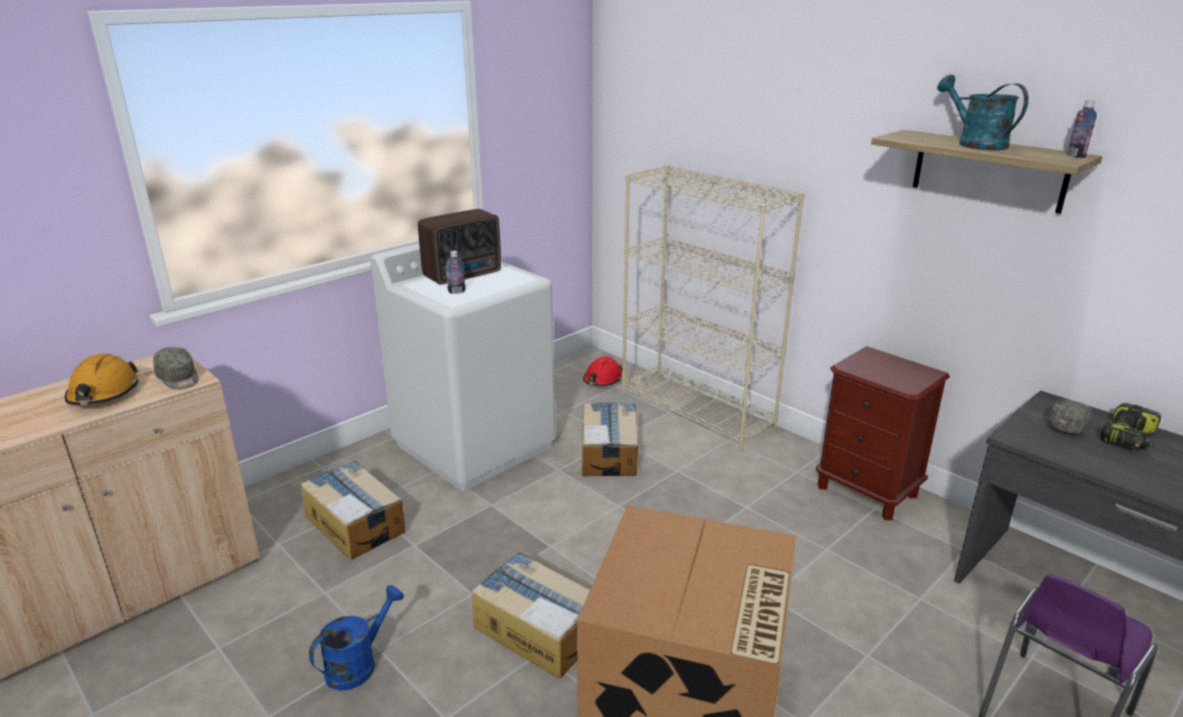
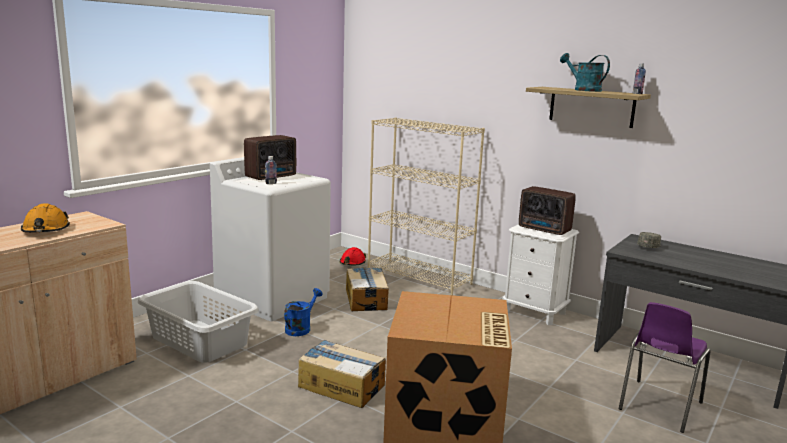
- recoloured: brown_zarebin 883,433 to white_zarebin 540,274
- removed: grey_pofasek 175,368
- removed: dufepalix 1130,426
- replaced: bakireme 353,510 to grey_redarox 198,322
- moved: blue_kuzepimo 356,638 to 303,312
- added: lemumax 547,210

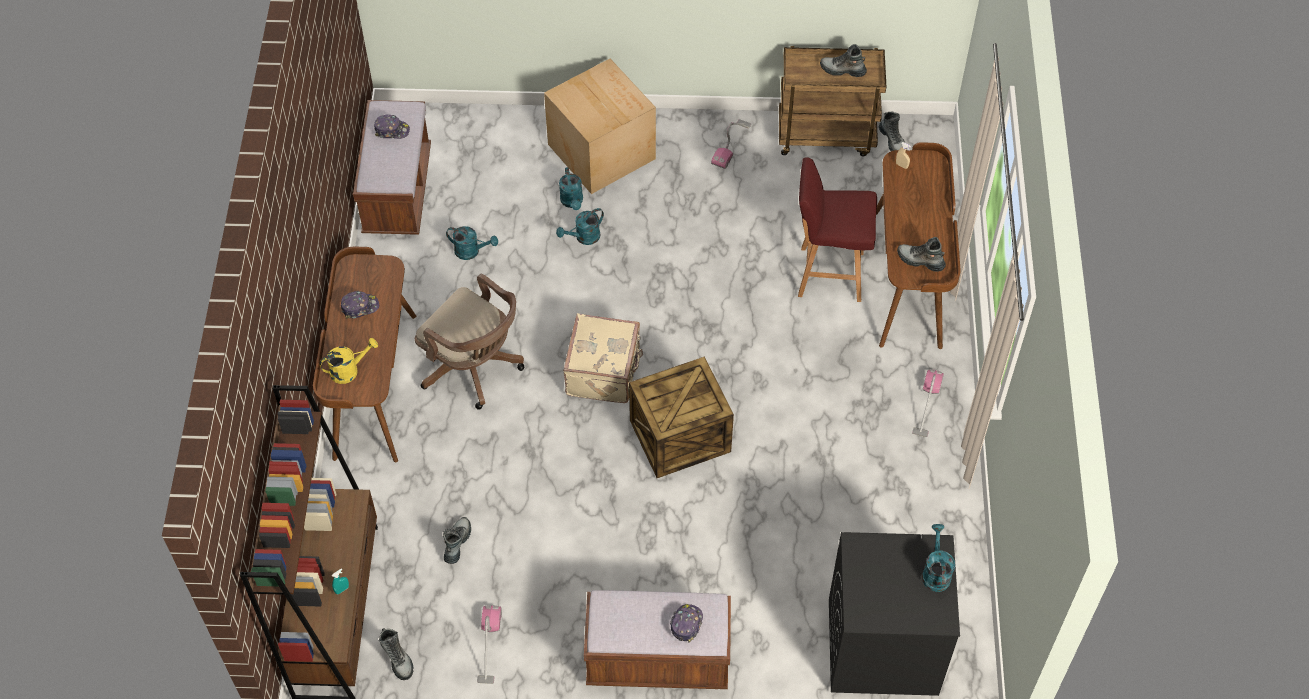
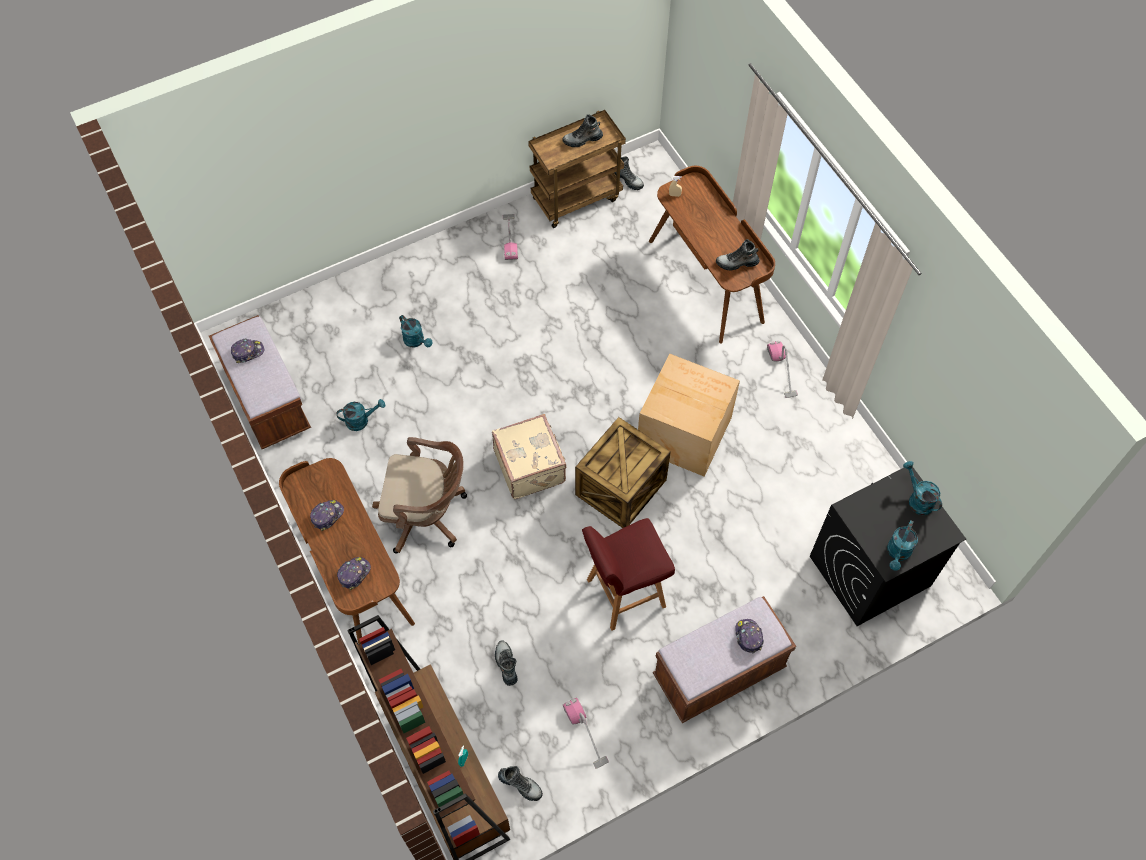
- moved: bakireme 600,126 to 689,415
- moved: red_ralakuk 837,229 to 628,574
- moved: turquoise_kuzepimo 580,226 to 902,545
- replaced: yellow_kuzepimo 349,361 to pofasek 354,573

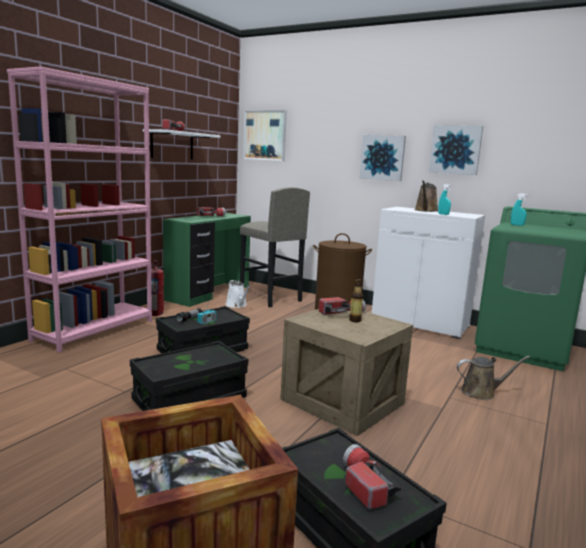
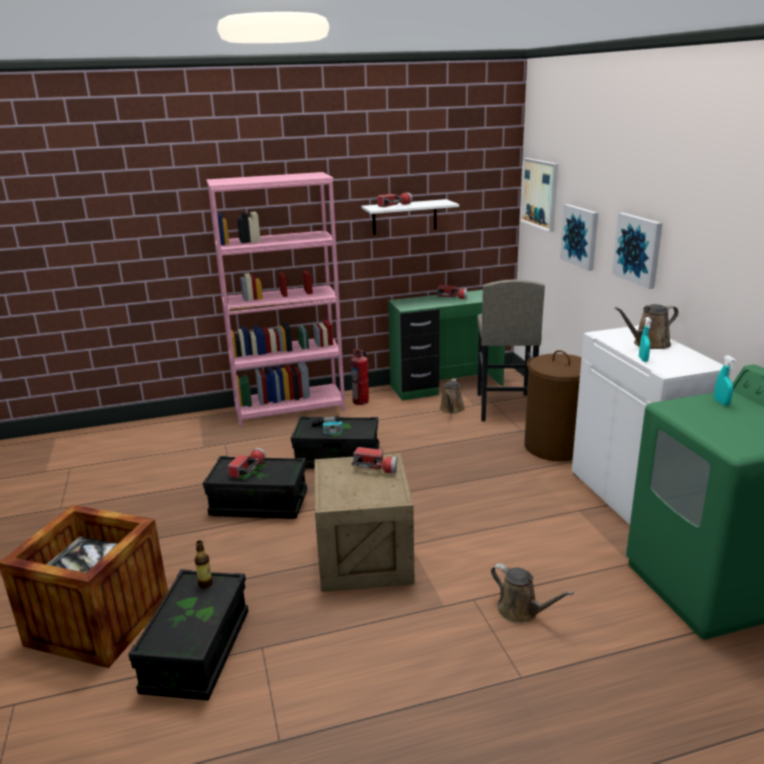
- moved: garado 456,150 to 579,237
- moved: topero 356,300 to 204,564
- recoloured: white_kuzepimo 238,294 to brown_kuzepimo 452,396
- moved: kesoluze 372,477 to 247,463

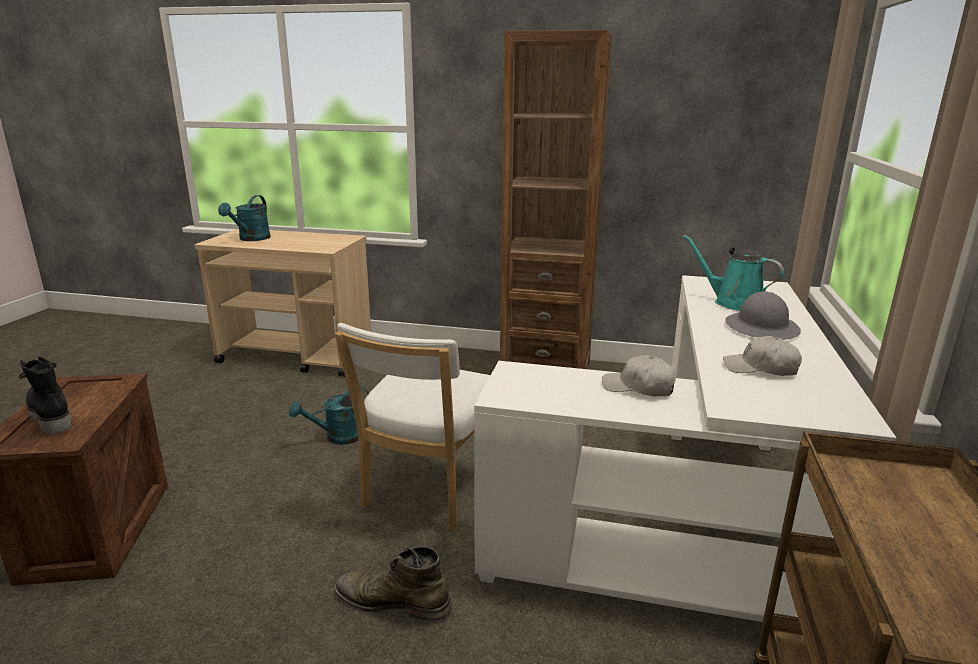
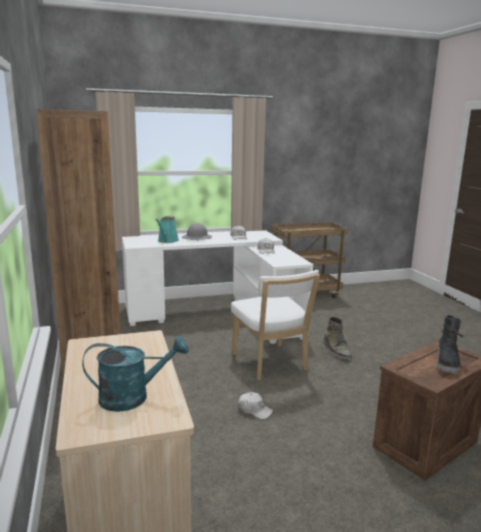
- turned: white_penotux 413,426 = 275,325 75 degrees clockwise
- replaced: turquoise_kuzepimo 329,416 to white_pofasek 255,405

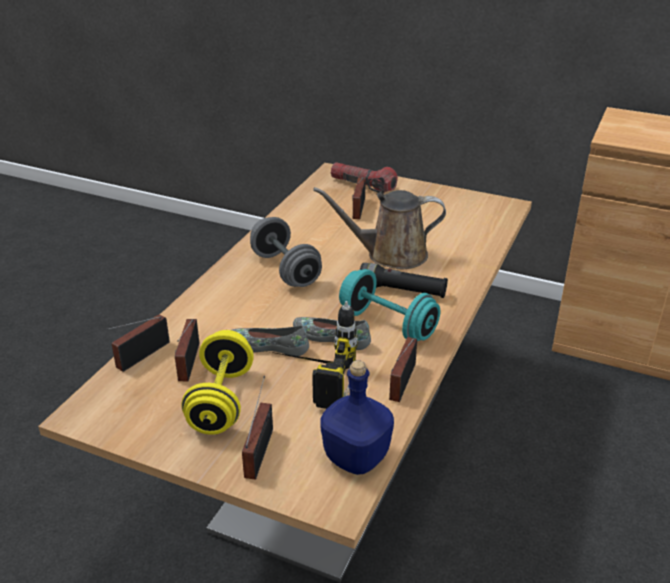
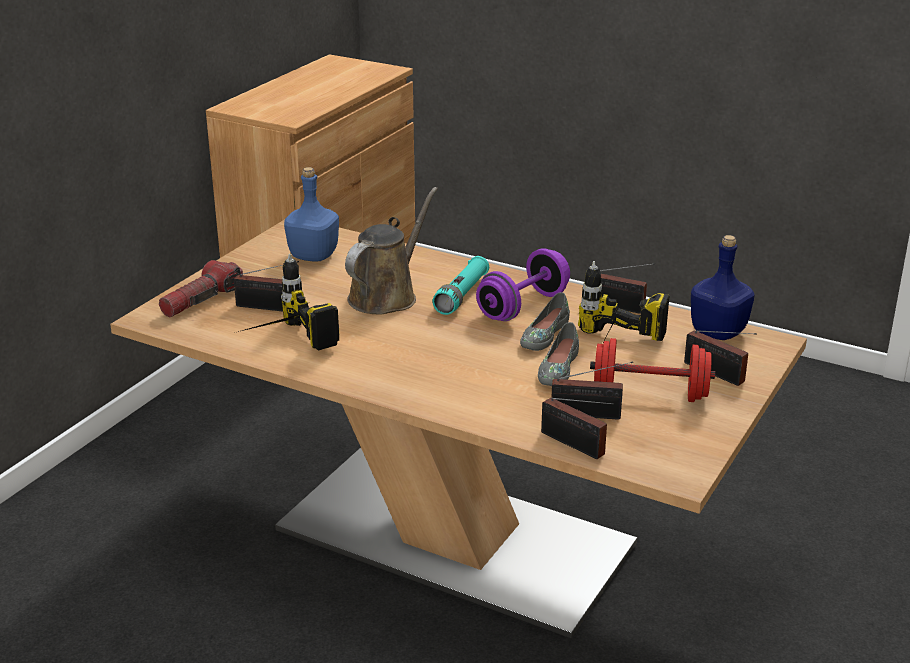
- turned: brown_kuzepimo 379,228 = 391,251 150 degrees counterclockwise
- removed: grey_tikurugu 286,252
- recoloured: black_kesoluze 404,280 to turquoise_kesoluze 460,285
- recoloured: turquoise_tikurugu 389,305 to purple_tikurugu 523,284
- recoloured: yellow_tikurugu 218,382 to red_tikurugu 652,370
- turned: lemumax 257,428 = 720,358 150 degrees counterclockwise
- added: blue_topero 311,214
- added: dufepalix 288,302

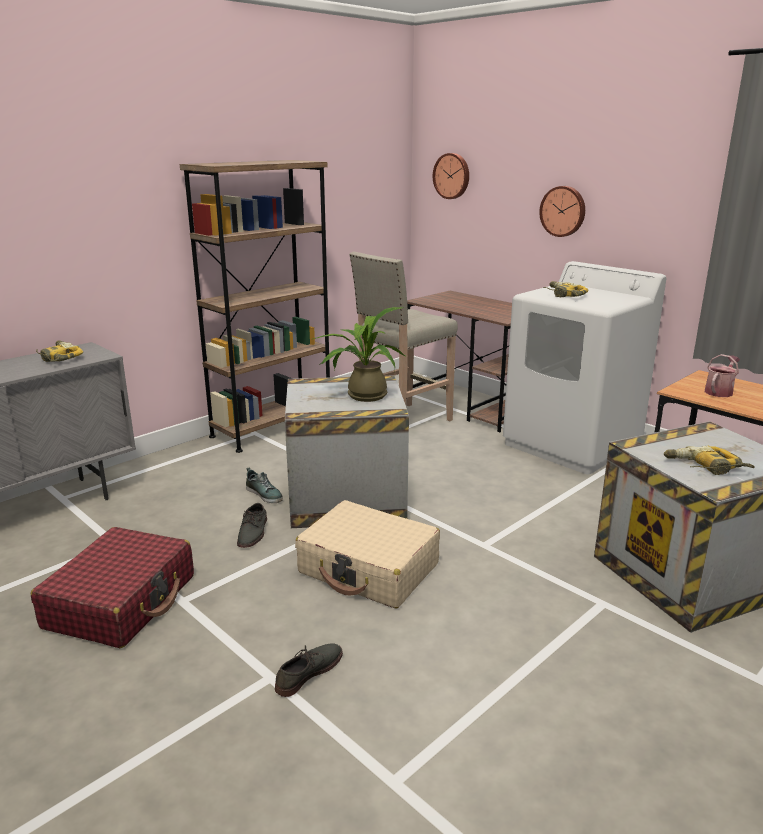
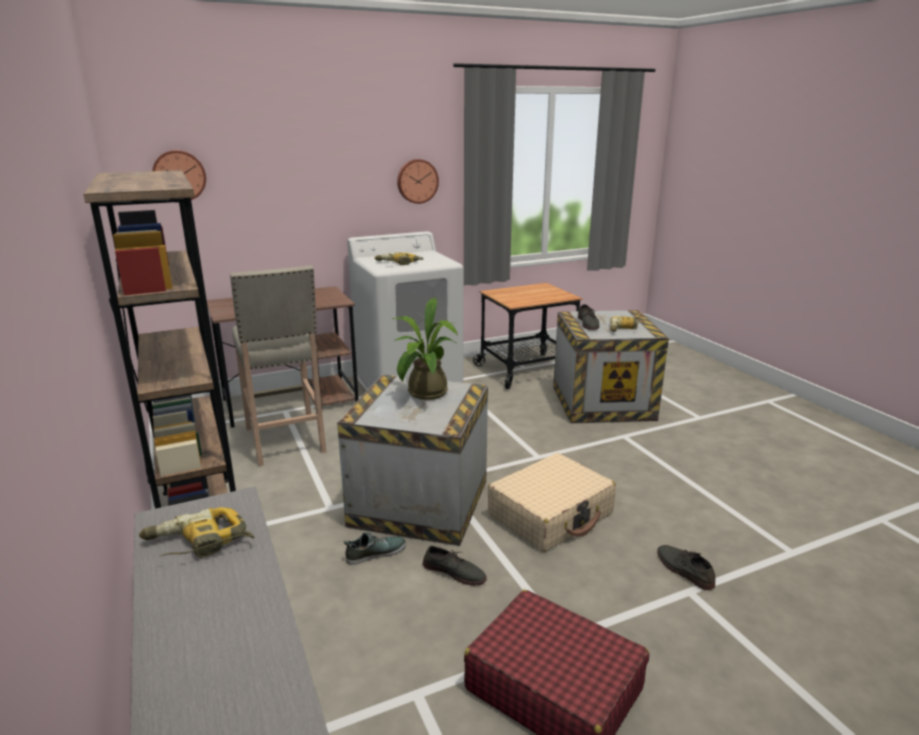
- moved: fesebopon 562,211 to 418,181
- removed: kuzepimo 722,375
- added: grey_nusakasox 588,317

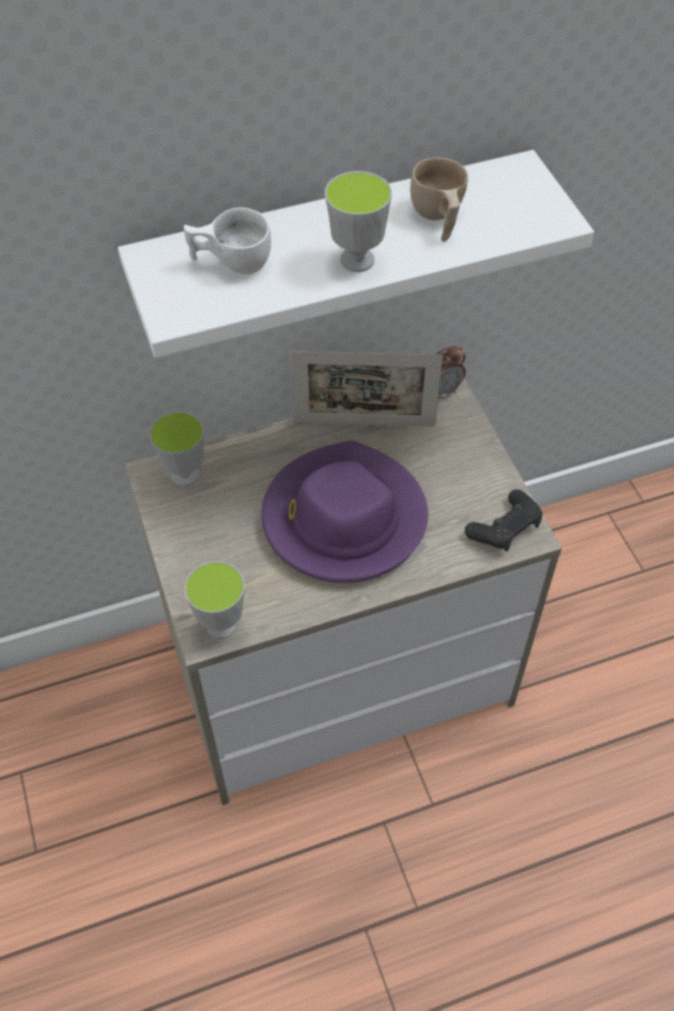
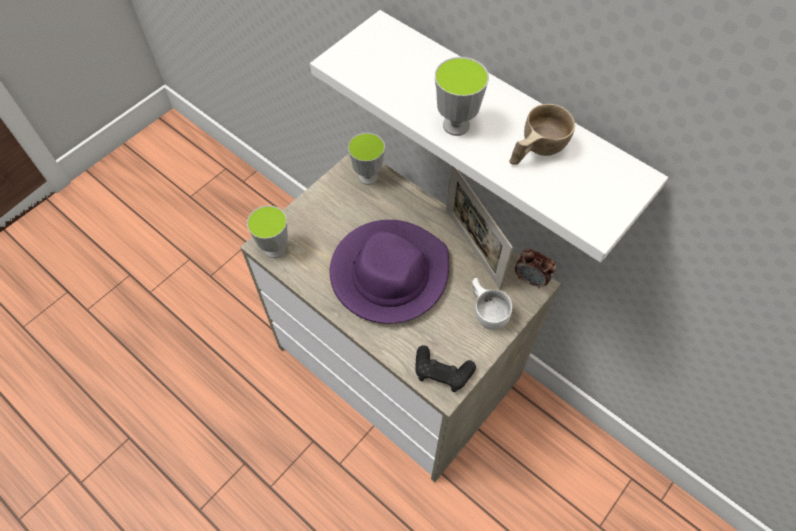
- moved: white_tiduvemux 227,240 to 492,304

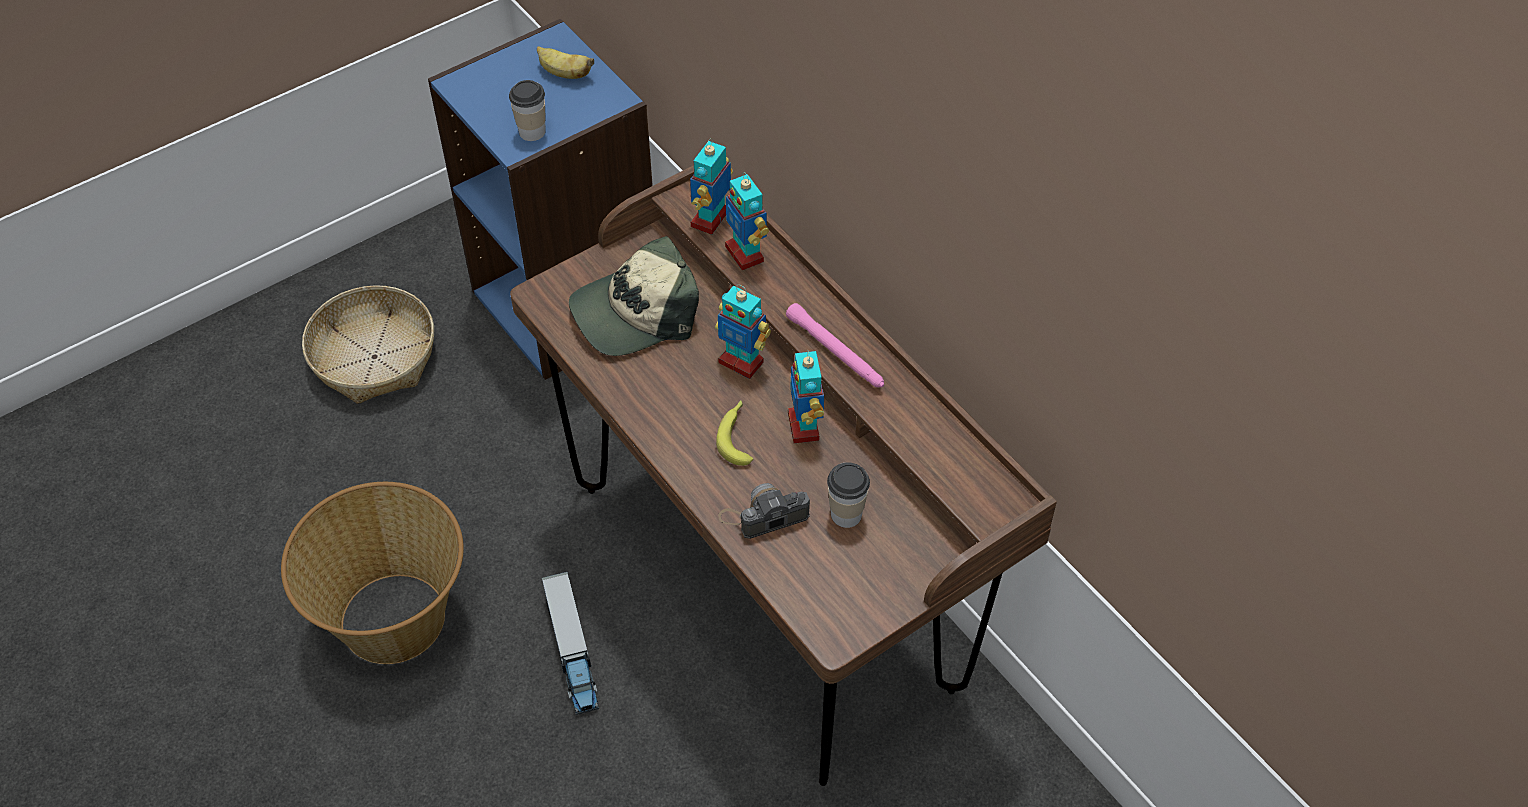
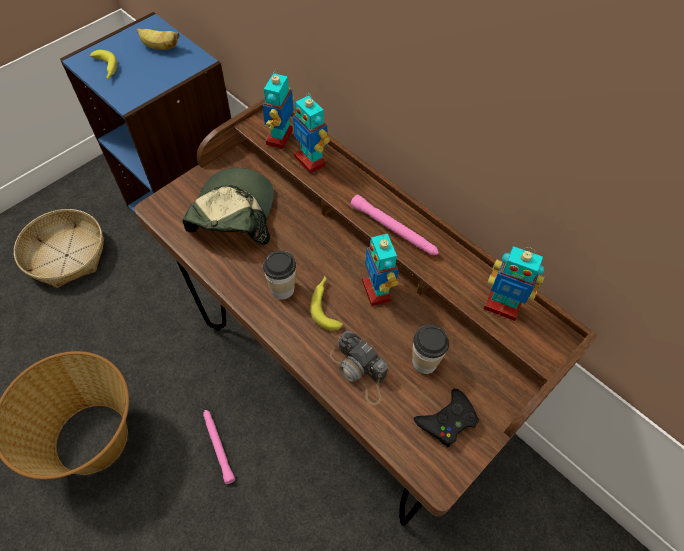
- moved: tiduvemux 527,110 to 279,275
- turned: pofasek 634,296 = 228,206 135 degrees clockwise
- moved: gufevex 743,332 to 514,283
- turned: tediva 764,511 = 359,367 105 degrees counterclockwise
- replaced: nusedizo 570,643 to pink_kesoluze 219,447
- added: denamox 103,64
- added: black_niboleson 446,418

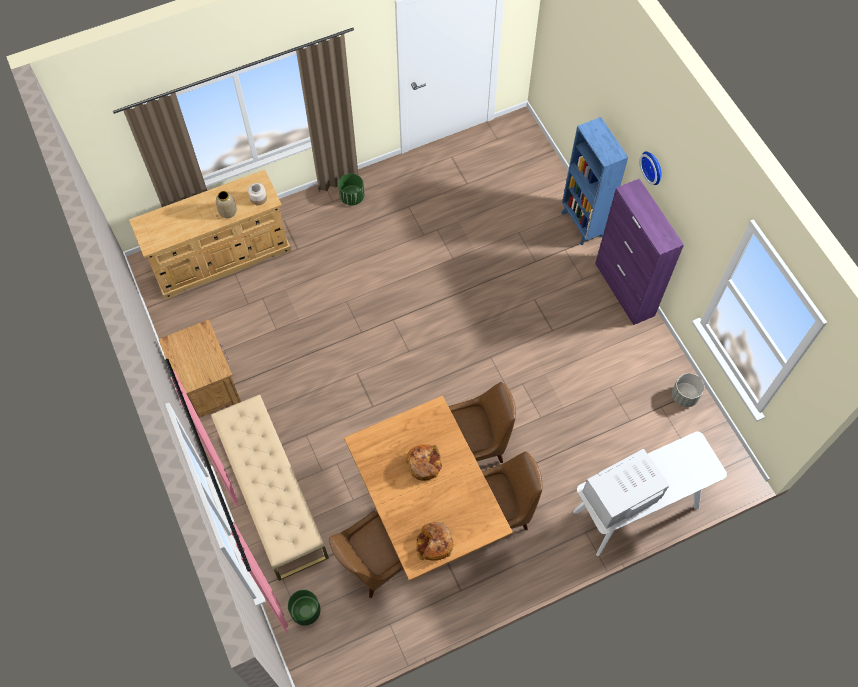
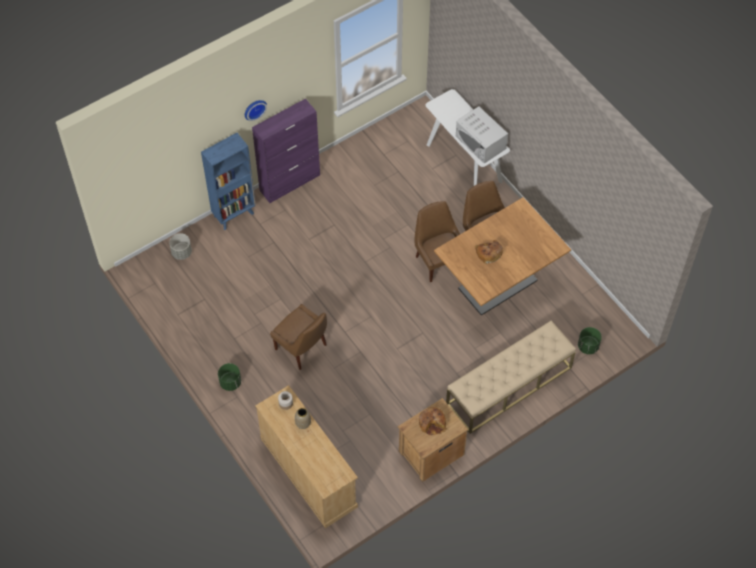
- moved: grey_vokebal 688,390 to 180,246
- moved: brown_penotux 366,554 to 298,337
- moved: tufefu 434,541 to 433,421

